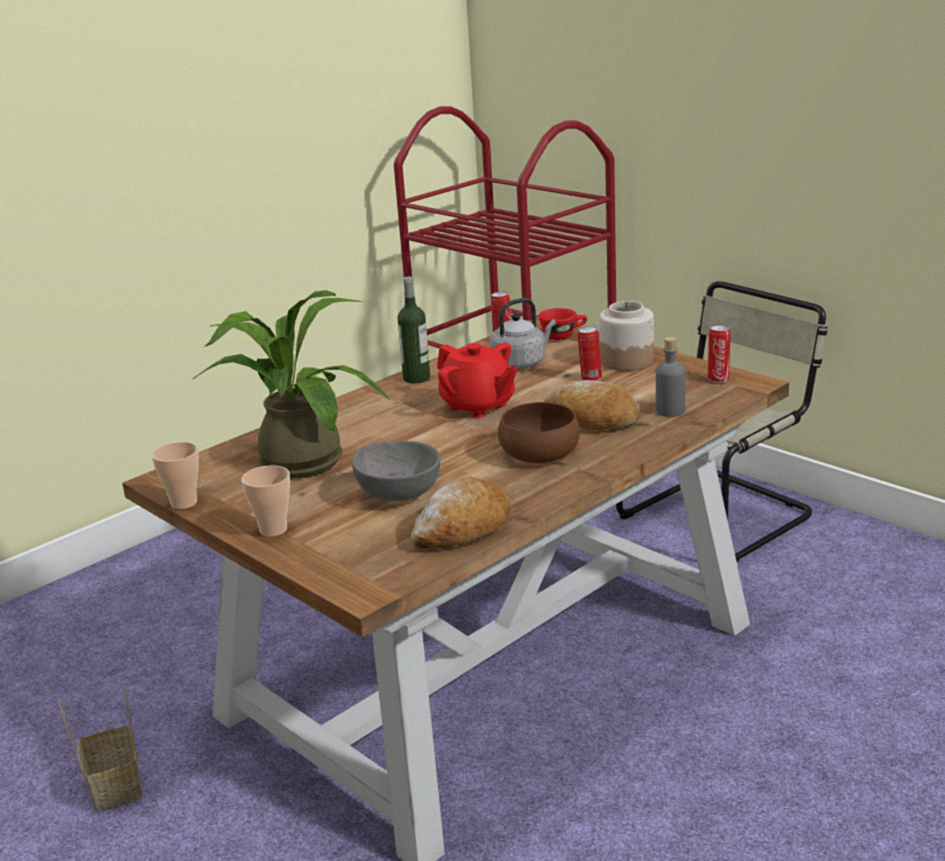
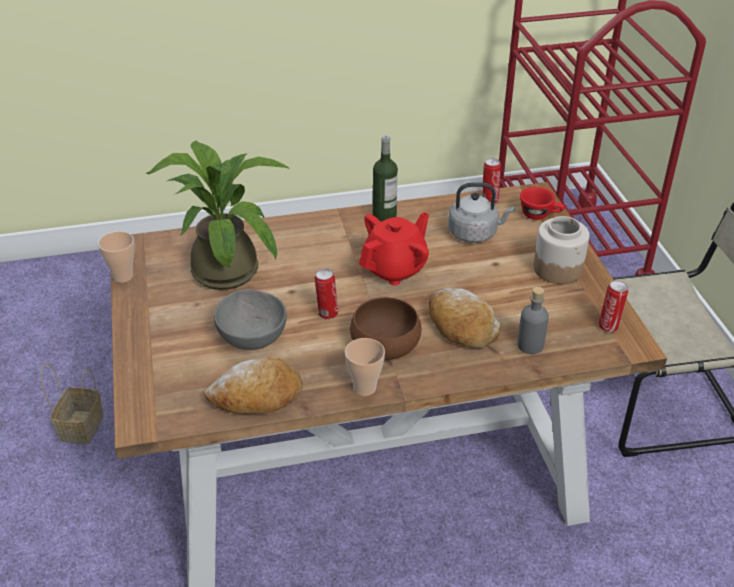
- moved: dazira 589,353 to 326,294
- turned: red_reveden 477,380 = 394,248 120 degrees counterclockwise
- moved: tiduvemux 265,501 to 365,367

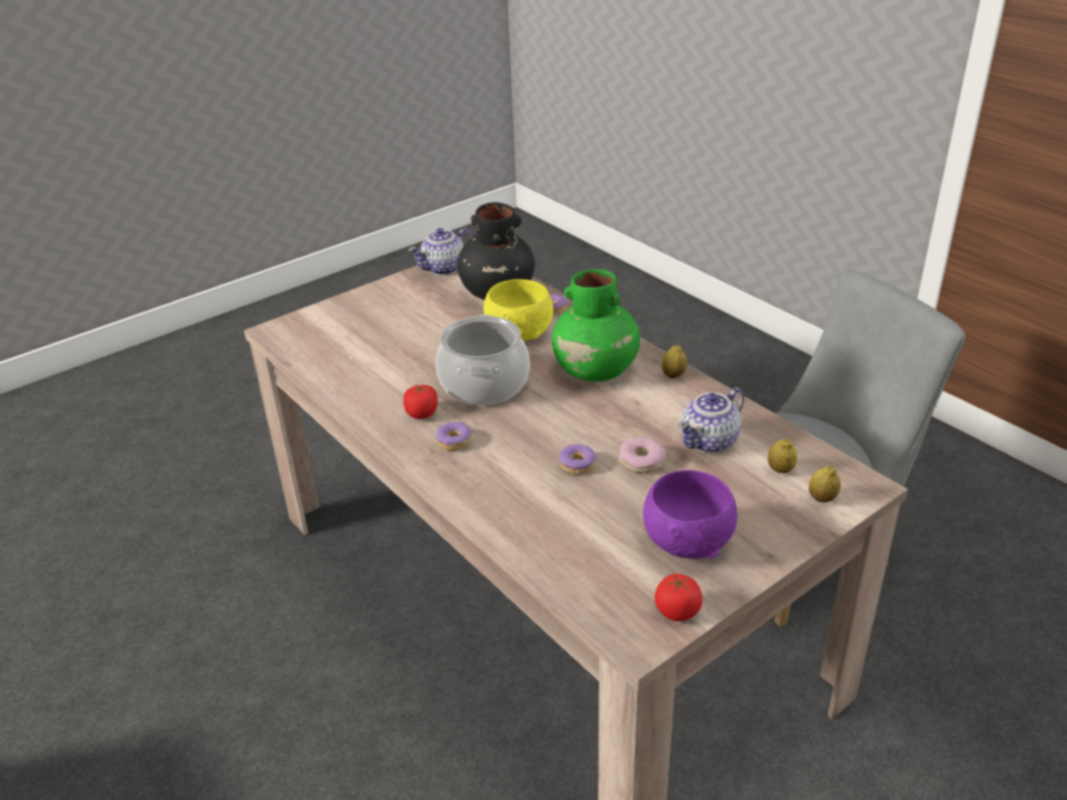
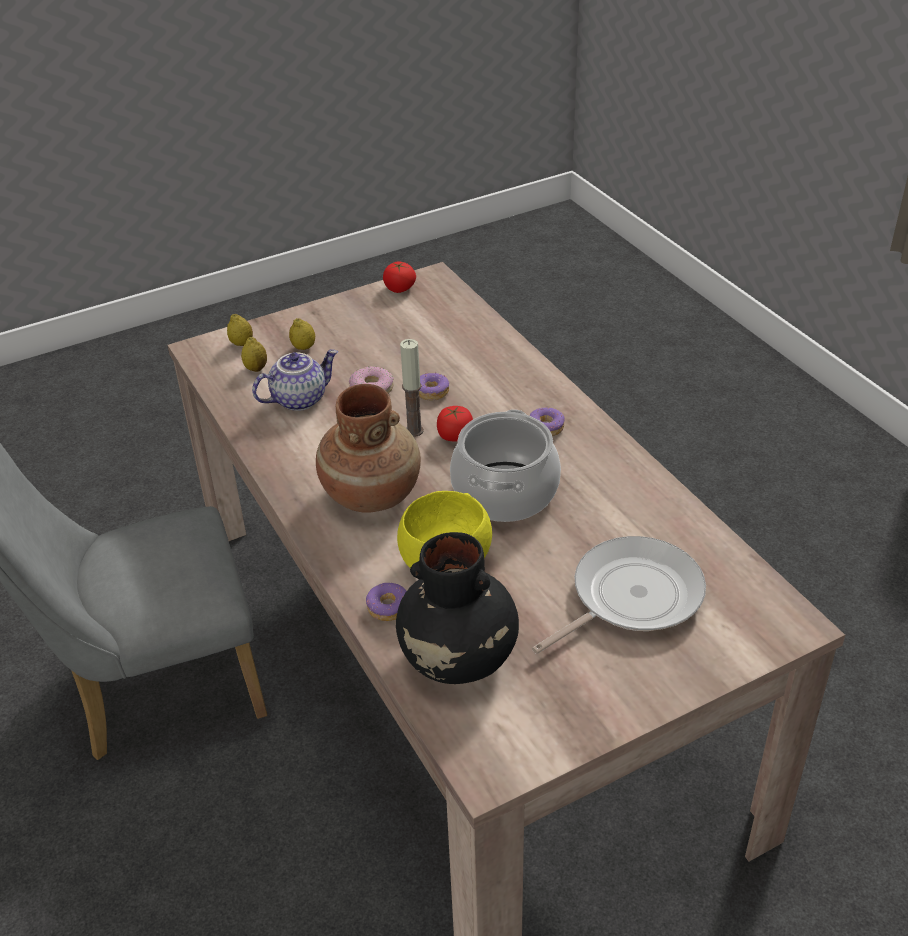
- removed: reveden 440,251
- recoloured: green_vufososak 596,325 to brown_vufososak 368,448
- moved: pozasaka 674,361 to 302,334
- moved: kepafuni 420,401 to 455,424
- removed: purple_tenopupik 690,514
- added: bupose 412,388
- added: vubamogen 619,595

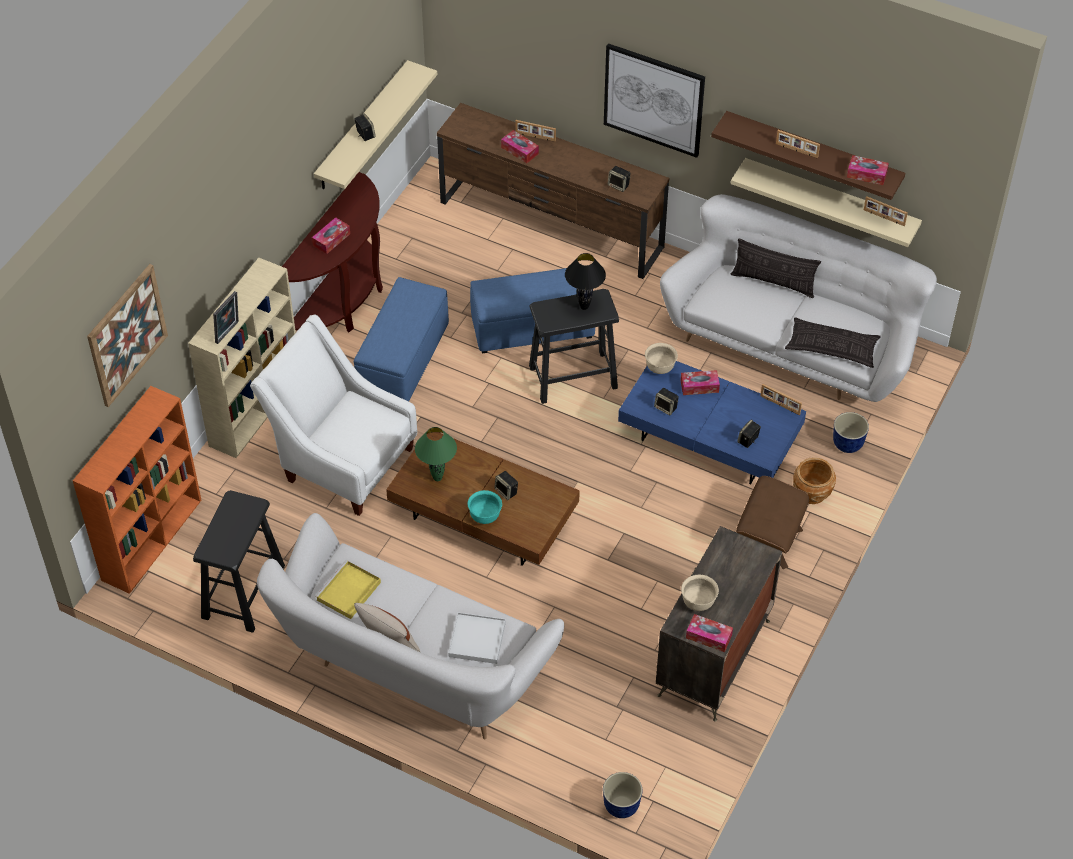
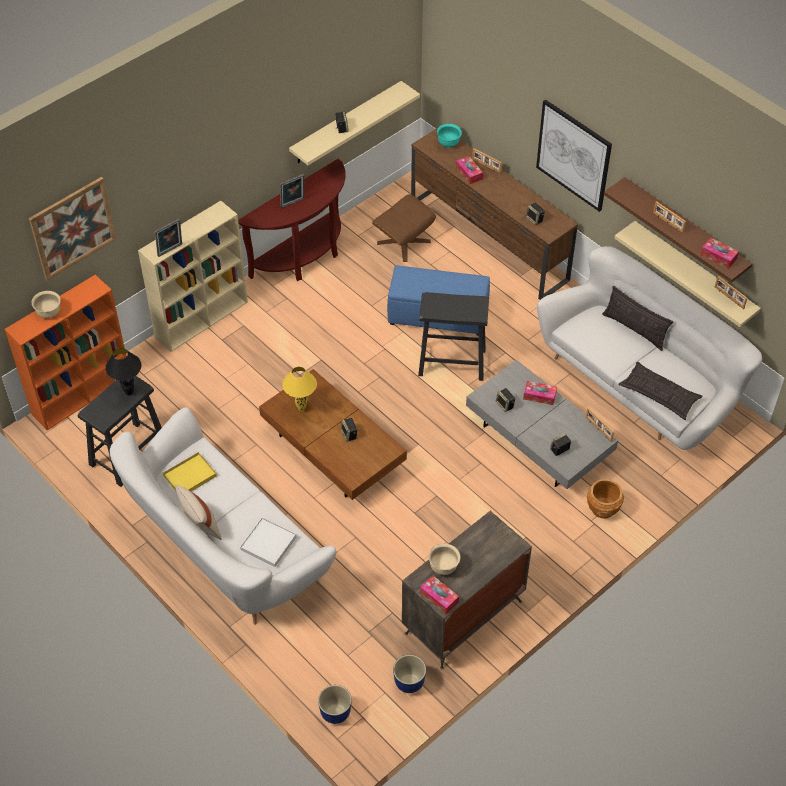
- replaced: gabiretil 331,235 to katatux 292,191
- moved: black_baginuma 585,281 to 123,371
- removed: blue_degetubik 401,339
- removed: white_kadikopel 333,415
- moved: beige_tenopupik 661,358 to 46,304
- recoloured: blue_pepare 712,423 to grey_pepare 542,424
- moved: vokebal 851,432 to 409,674
- recoloured: green_baginuma 436,454 to yellow_baginuma 299,389
- moved: brown_degetubik 772,522 to 404,228
- moved: turquoise_tenopupik 485,507 to 449,135

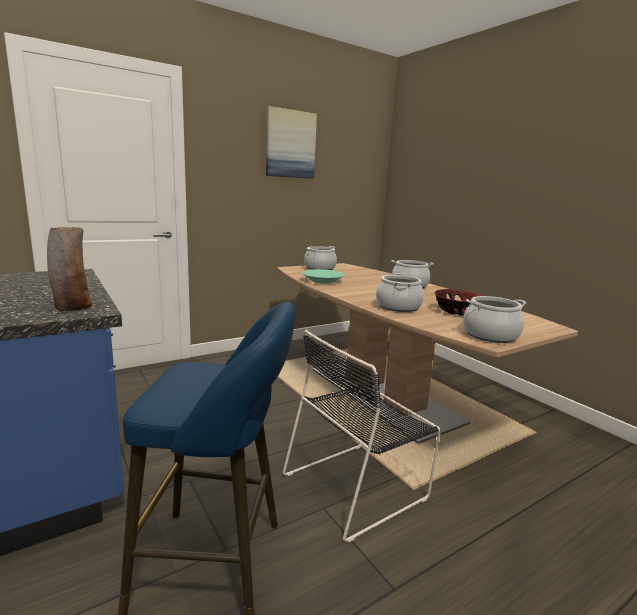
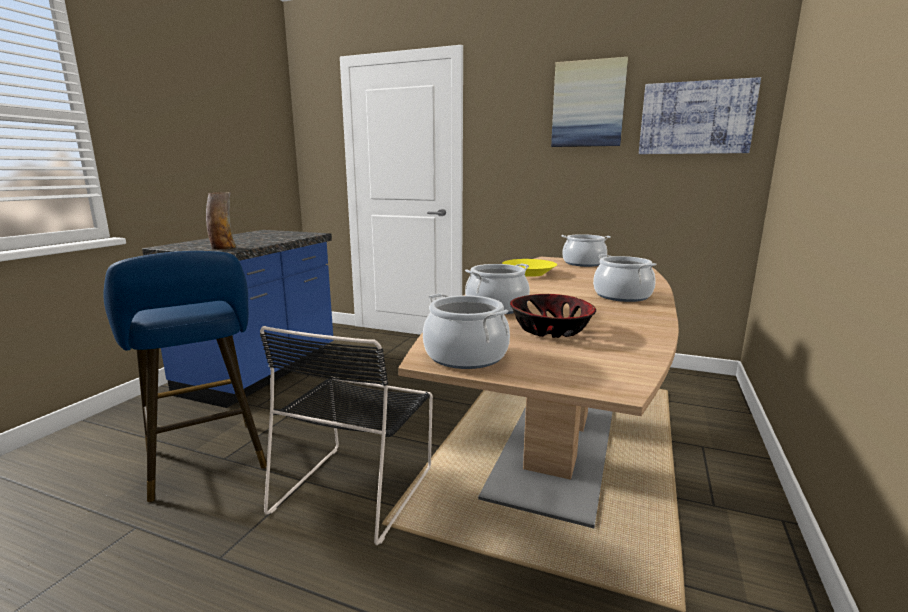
- recoloured: turquoise_tenopupik 323,276 to yellow_tenopupik 529,268
- turned: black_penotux 362,436 = 346,435 90 degrees counterclockwise
- added: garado 700,115

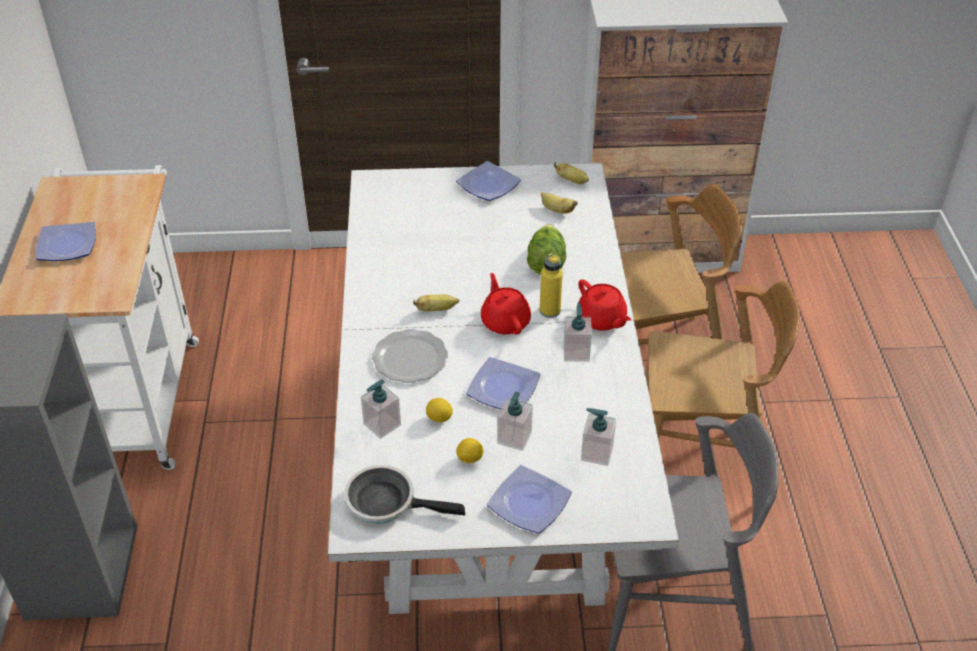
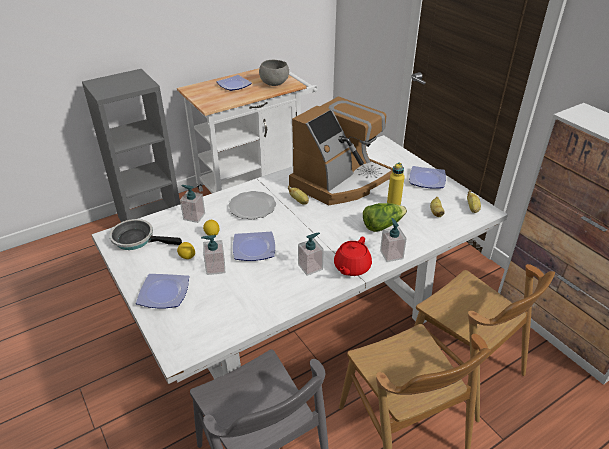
- moved: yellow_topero 551,285 to 396,183
- removed: red_reveden 506,304
- moved: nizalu 598,437 to 393,240
- turned: vubamogen 404,494 = 145,234 60 degrees counterclockwise
- added: grey_tenopupik 274,73
- added: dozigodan 341,151

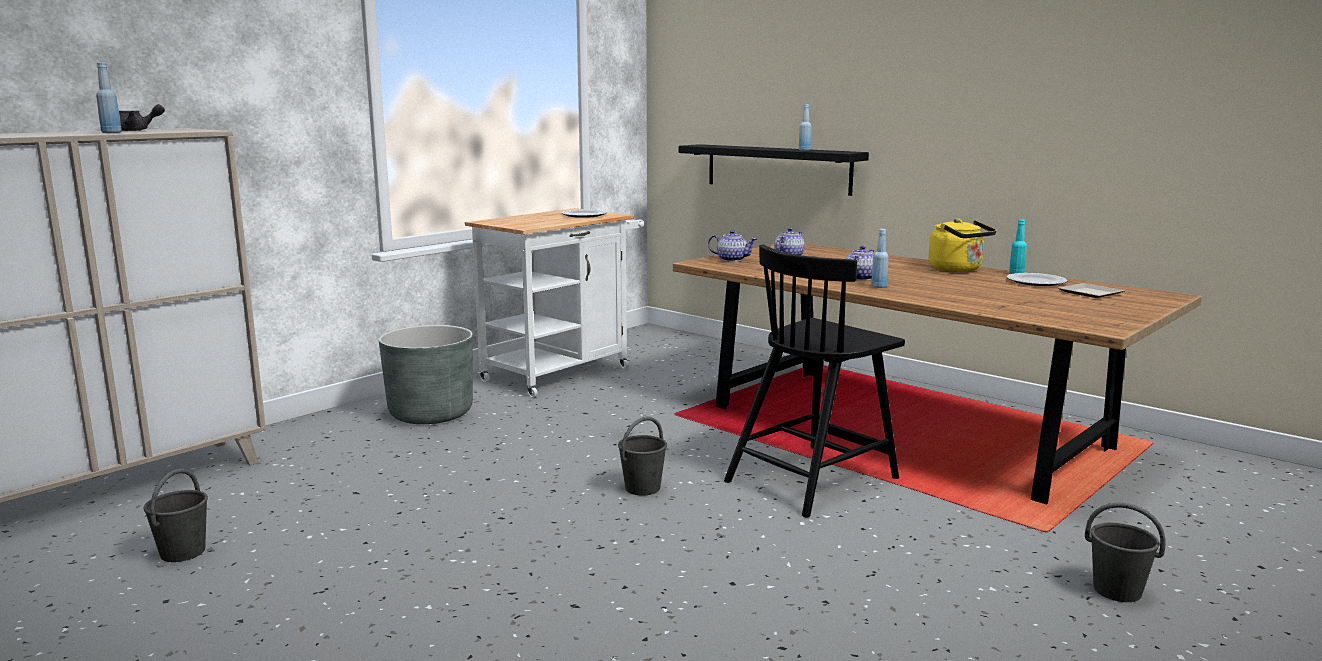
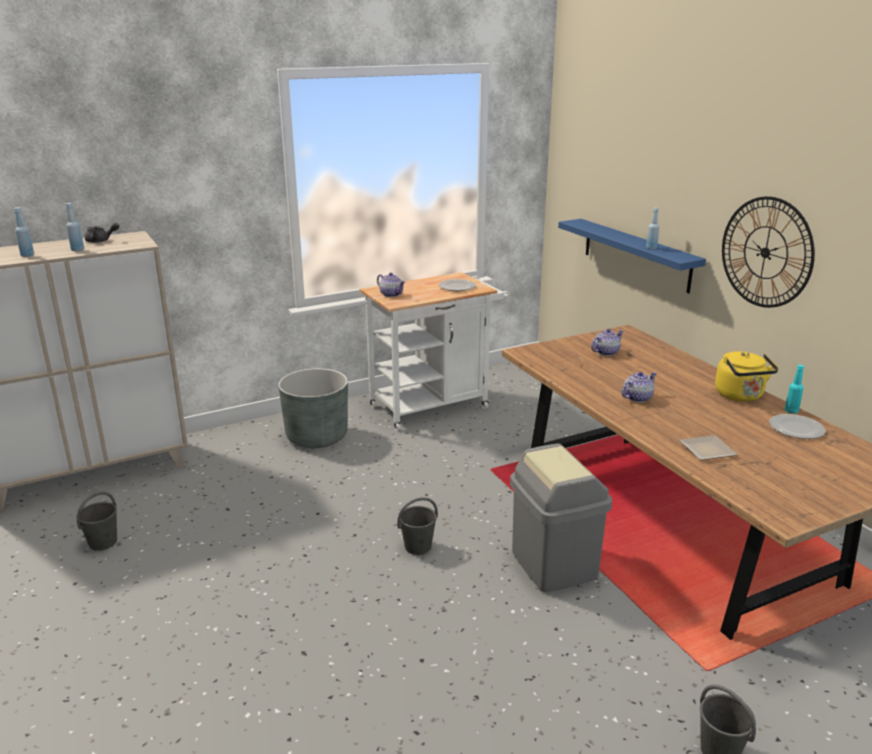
- recoloured: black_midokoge 774,170 to blue_midokoge 632,256
- moved: blue_topero 880,258 to 24,232
- moved: reveden 732,246 to 391,285
- replaced: black_penotux 814,381 to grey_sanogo 561,518
- moved: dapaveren 1091,290 to 708,447
- added: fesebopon 768,252

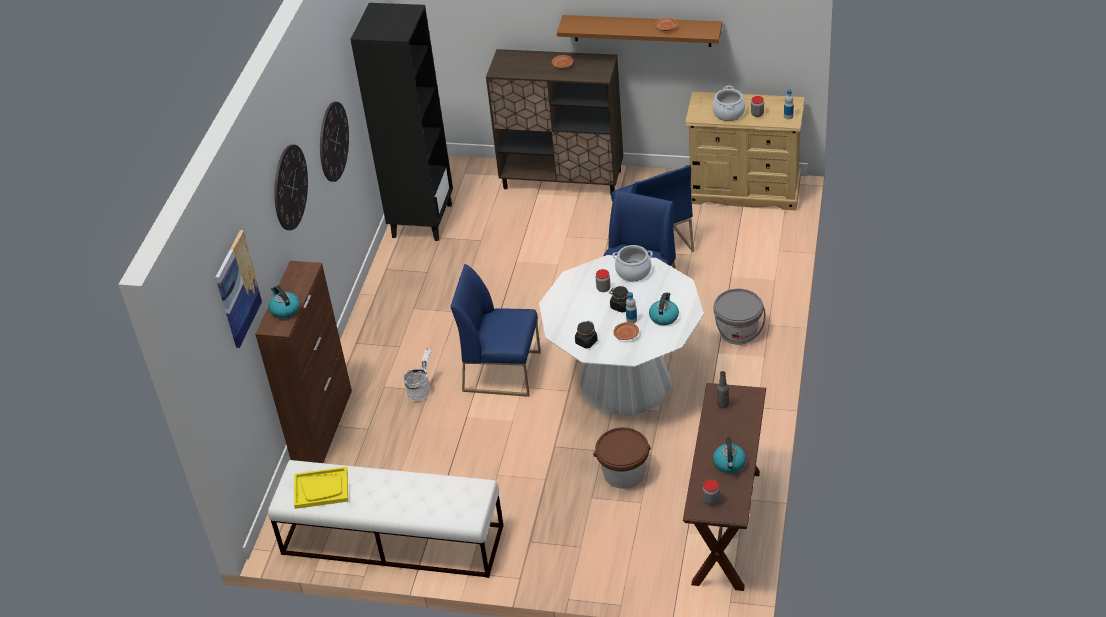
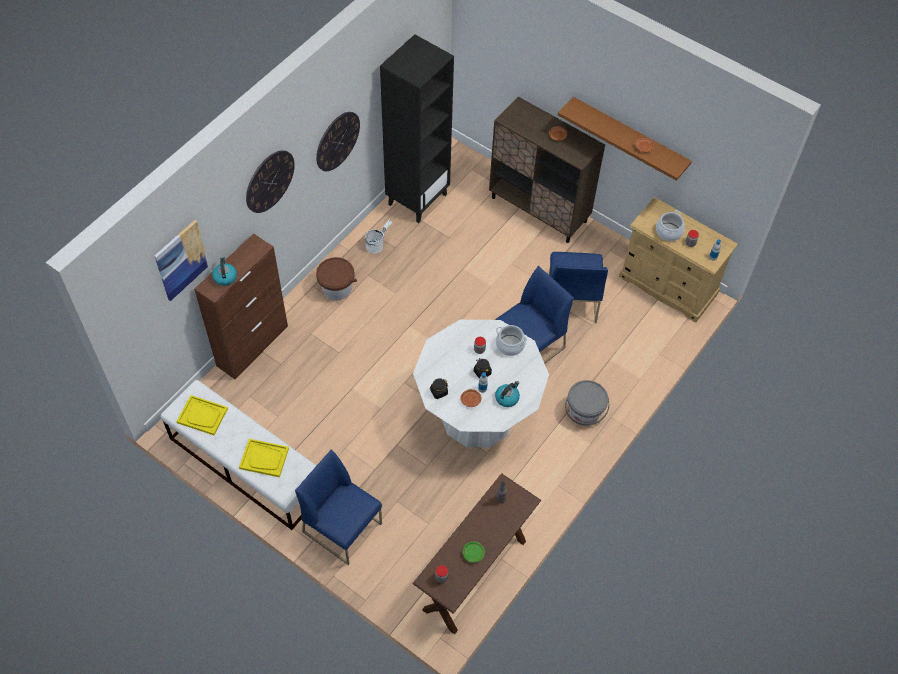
- moved: blue_penotux 495,330 to 338,507
- moved: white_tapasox 418,374 to 378,236
- moved: brown_tapasox 622,458 to 336,279
- replaced: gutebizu 729,455 to green_dapaveren 474,552
- added: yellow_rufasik 264,458

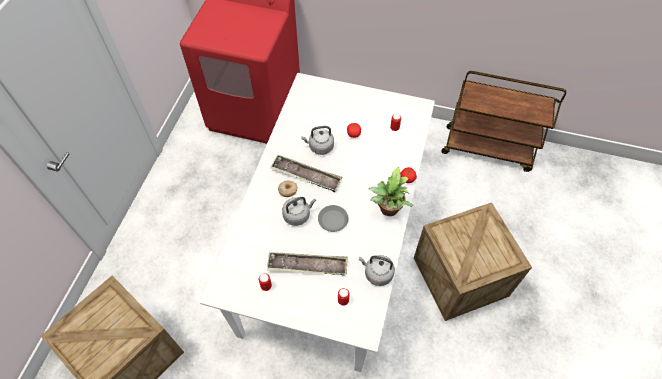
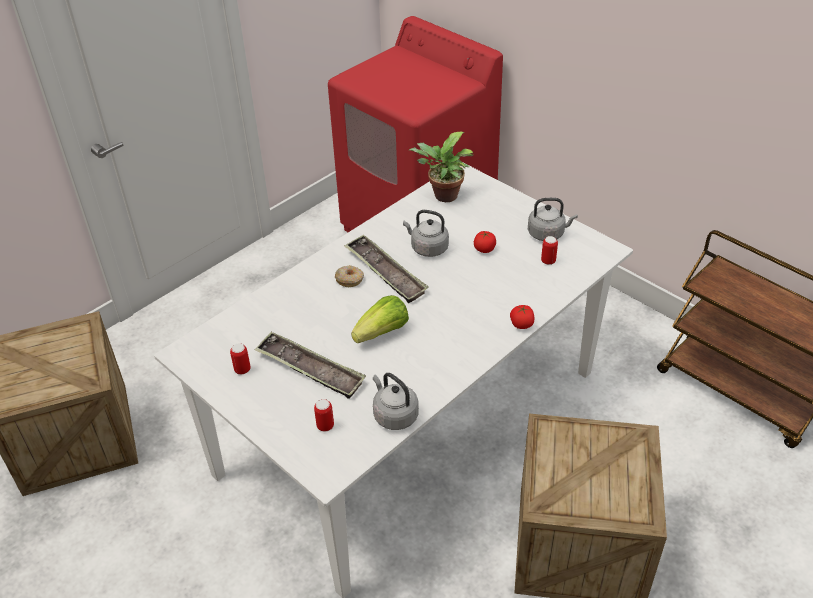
- moved: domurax 391,191 to 441,166
- moved: grey_gutebizu 299,211 to 553,219
- replaced: grey_dapaveren 333,218 to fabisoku 380,319

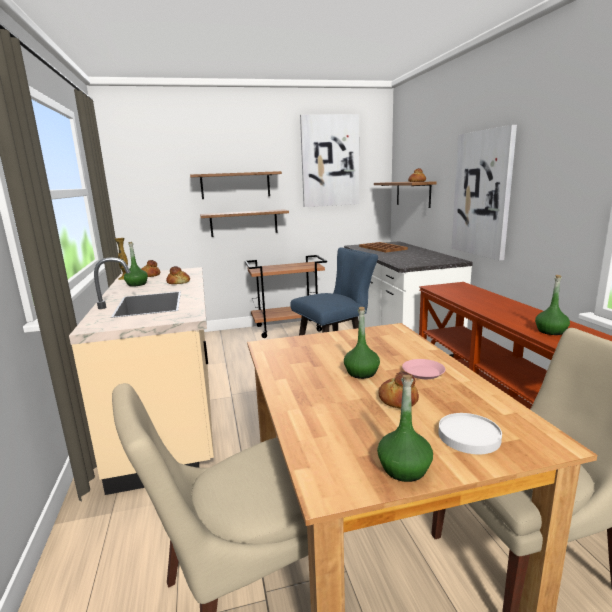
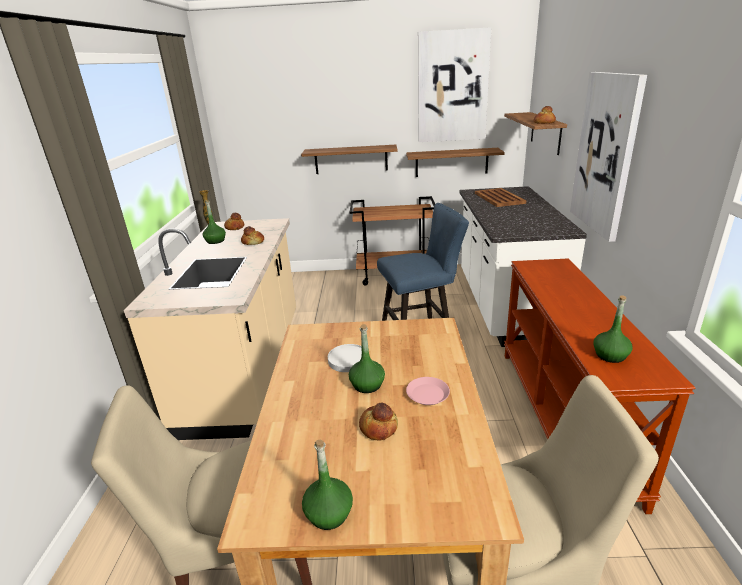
- moved: midokoge 236,185 to 455,162
- moved: white_dapaveren 470,433 to 345,358

